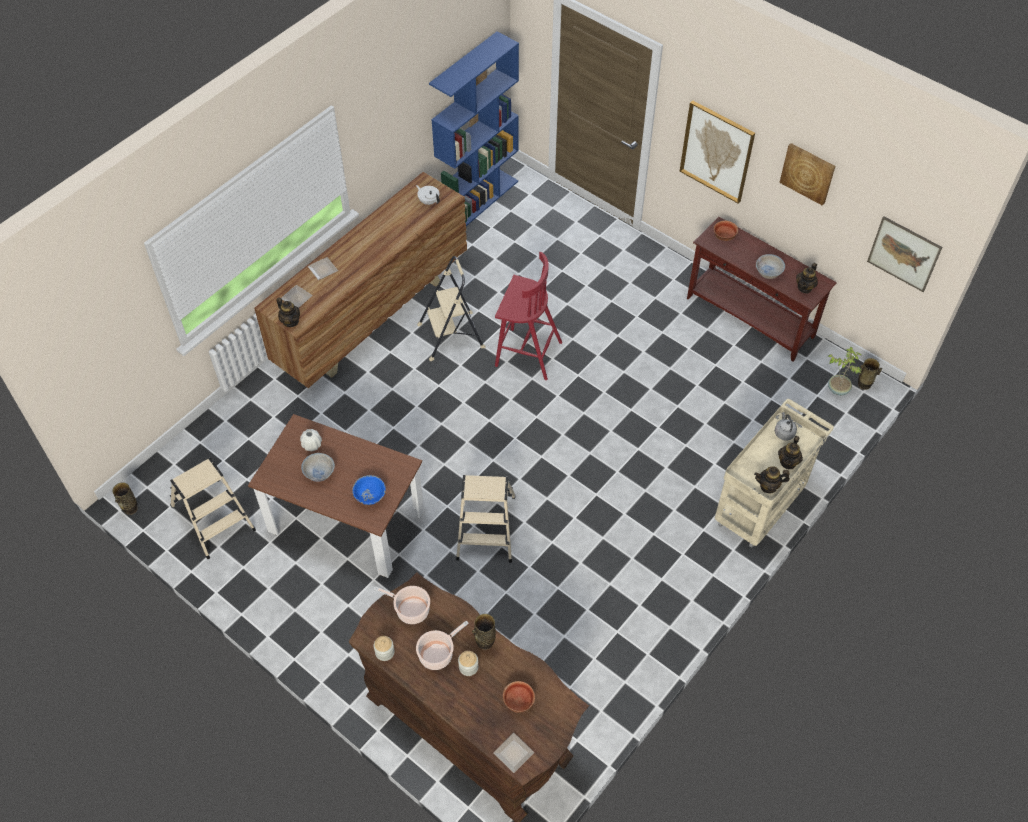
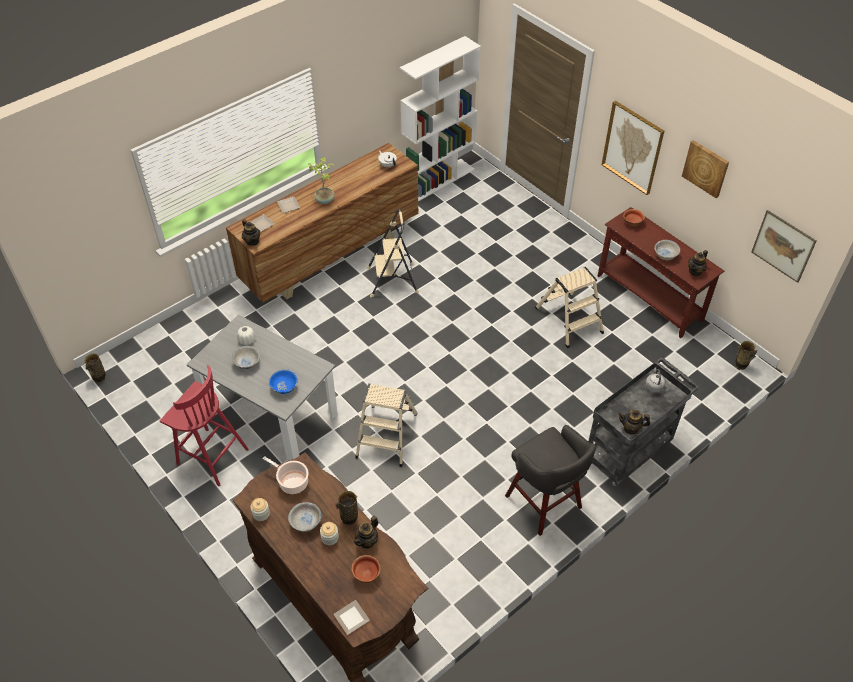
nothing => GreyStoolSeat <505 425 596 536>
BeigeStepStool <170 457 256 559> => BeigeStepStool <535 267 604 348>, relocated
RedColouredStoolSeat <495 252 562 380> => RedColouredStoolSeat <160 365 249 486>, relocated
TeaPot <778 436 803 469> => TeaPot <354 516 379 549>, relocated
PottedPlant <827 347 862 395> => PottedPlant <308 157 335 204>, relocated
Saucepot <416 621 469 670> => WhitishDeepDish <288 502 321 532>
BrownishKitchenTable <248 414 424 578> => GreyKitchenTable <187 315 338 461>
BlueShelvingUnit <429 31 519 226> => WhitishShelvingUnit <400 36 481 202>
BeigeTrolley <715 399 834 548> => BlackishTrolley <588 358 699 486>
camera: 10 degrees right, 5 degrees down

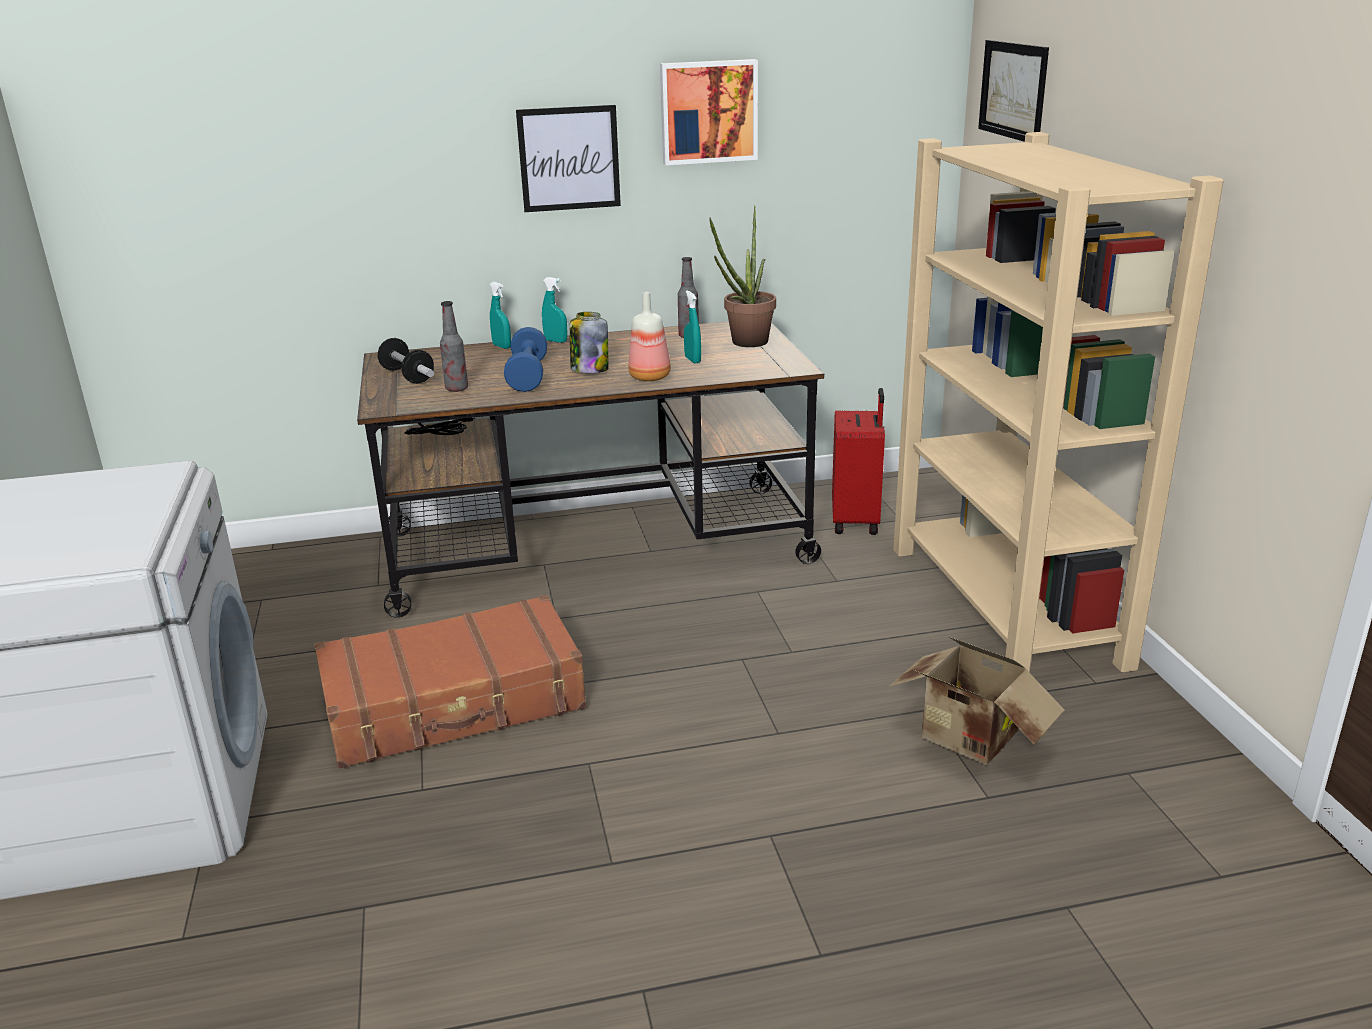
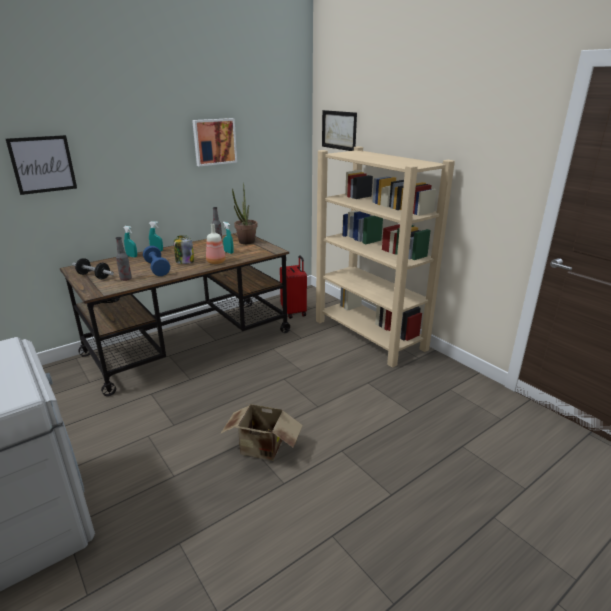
BrownishPieceOfLuggage <314 595 586 769> => nothing
WallArt <516 105 621 212> => WallArt <6 135 77 195>, relocated
PackingBox <889 636 1064 765> => PackingBox <220 403 303 461>, relocated
camera: 25 degrees left, 0 degrees up

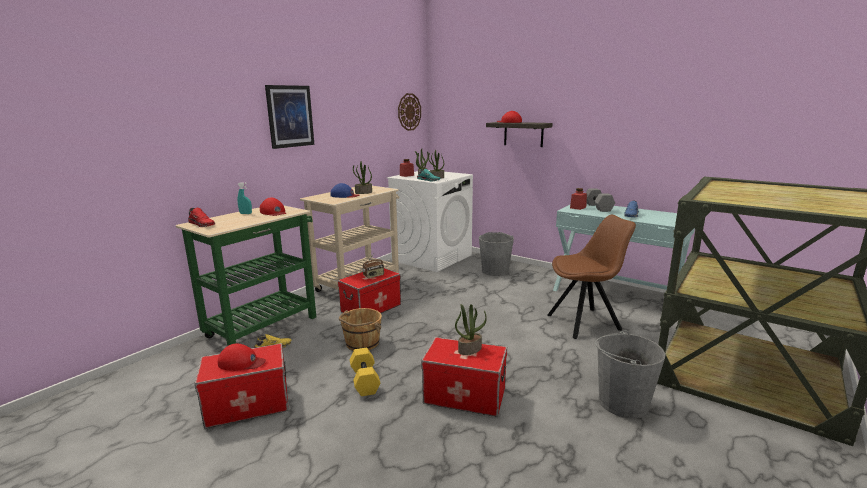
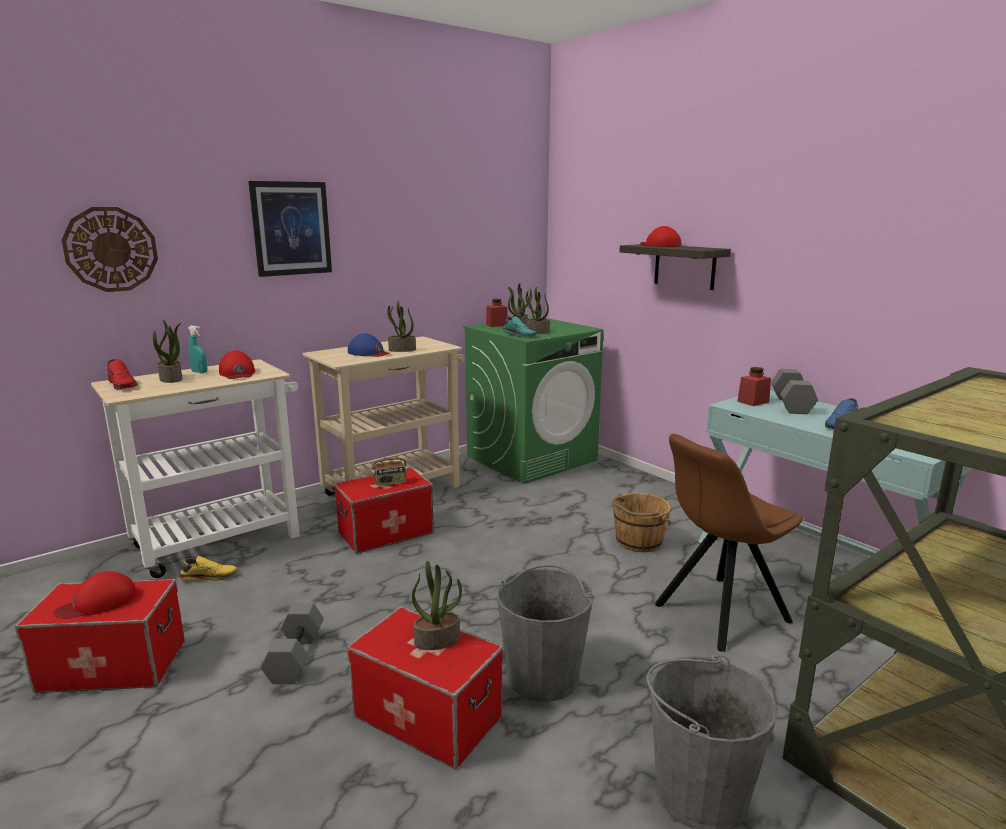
nothing => PottedPlant <153 320 183 383>
BrownishBucket <339 308 382 351> => BrownishBucket <612 493 671 552>, relocated
HangingClock <398 93 421 131> => HangingClock <61 207 158 292>, relocated
GreyBucket <479 232 514 276> => GreyBucket <497 565 594 702>, relocated
GreenishTrolley <176 205 316 346> => WhitishTrolley <91 359 300 578>
YellowHandWeight <350 348 380 396> => GreyHandWeight <261 603 324 684>
WhitishLaundryAppliance <387 170 473 272> => GreenishLaundryAppliance <463 317 604 484>
RedColouredBaseballCap <218 344 266 371> => RedColouredBaseballCap <53 571 137 619>, 120 degrees clockwise
BrownishChair <547 215 636 339> => BrownishChair <655 434 803 652>, 150 degrees clockwise
camera: 15 degrees right, 0 degrees up

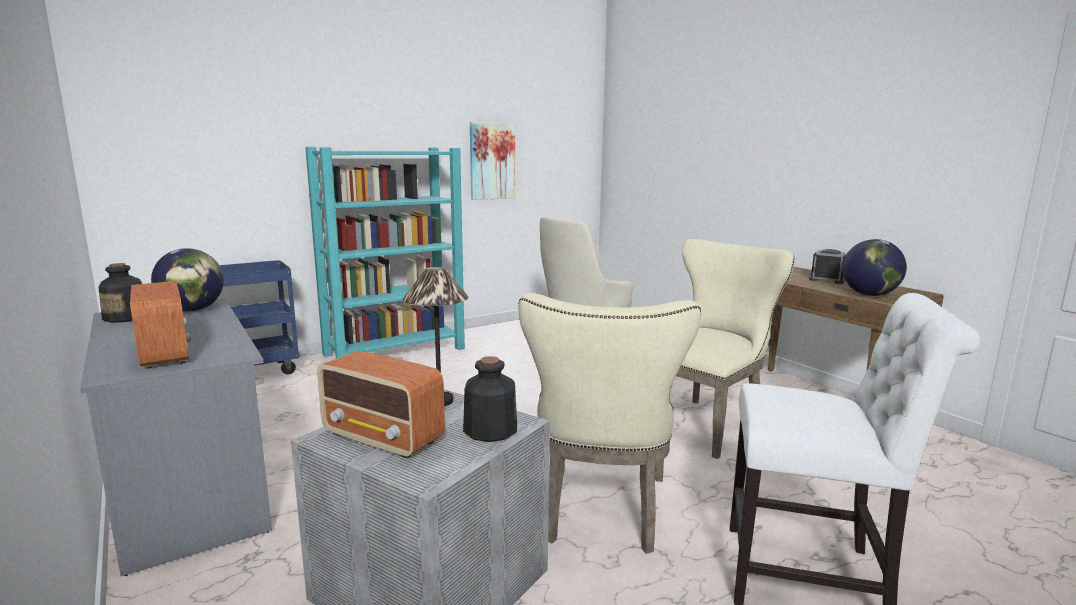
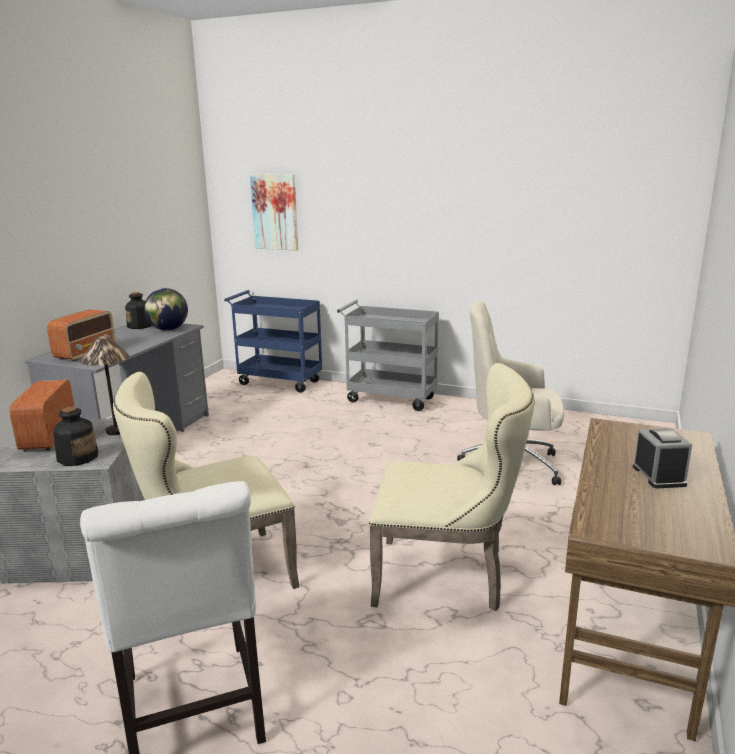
DeskGlobe <842 239 907 296> => nothing
WallArt <470 122 515 200> => WallArt <250 175 298 250>, relocated
BlueGreenShelvingUnit <305 147 465 359> => GreyTrolley <337 299 439 411>
camera: 55 degrees right, 5 degrees up

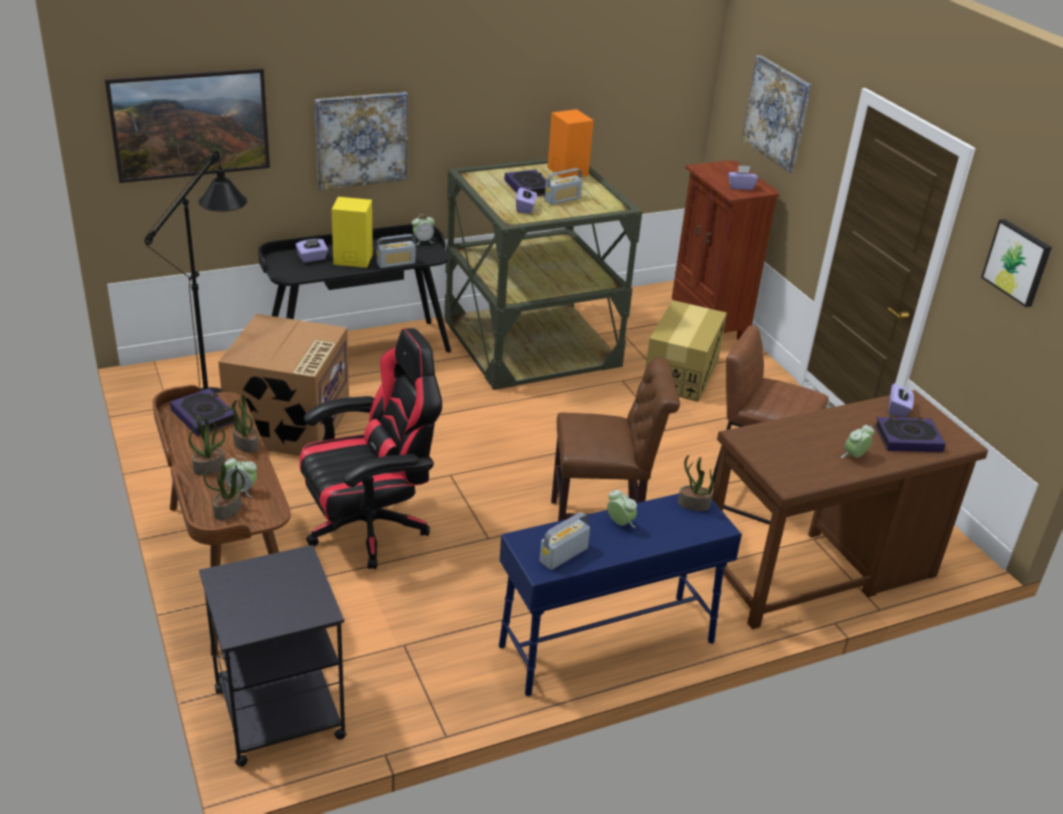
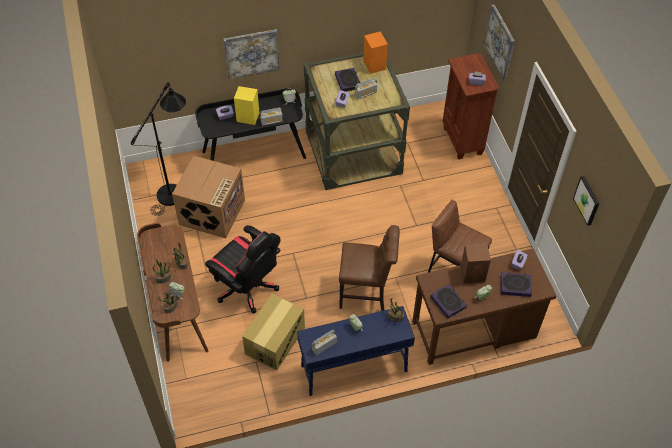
WallArt <105 68 270 183> => nothing
BlackishTrolley <199 545 347 767> => nothing
nothing => BrownishSpeaker <460 244 491 284>
Book <170 388 235 436> => Book <430 284 467 319>, relocated
PackingBox <645 300 727 402> => PackingBox <242 294 305 370>, relocated
BlackishOfficeChair <299 328 442 569> => BlackishOfficeChair <205 225 281 313>, 60 degrees clockwise
camera: 10 degrees right, 20 degrees up

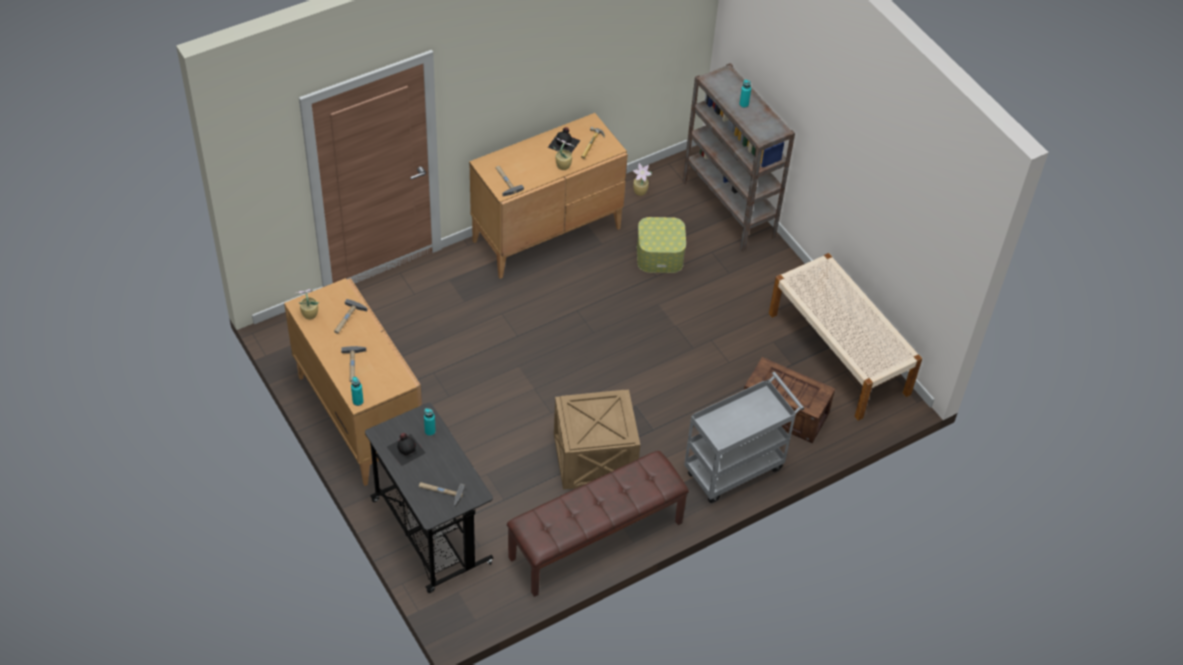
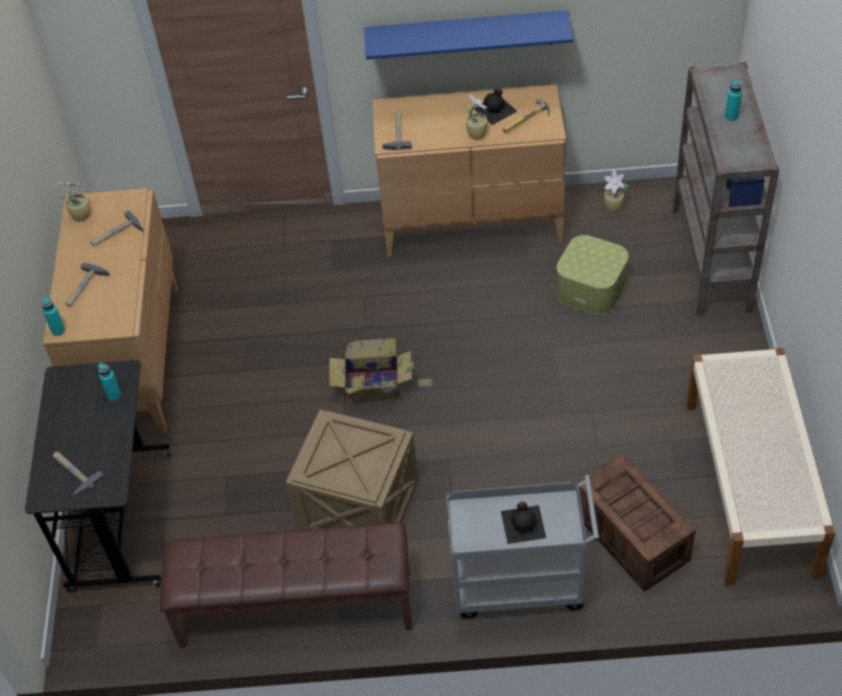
nothing => PackingBox <329 338 433 402>
nothing => BlueWallShelf <364 10 573 60>
BlackishDrinkBottle <387 433 426 466> => BlackishDrinkBottle <501 501 546 544>, relocated
camera: 35 degrees right, 0 degrees up

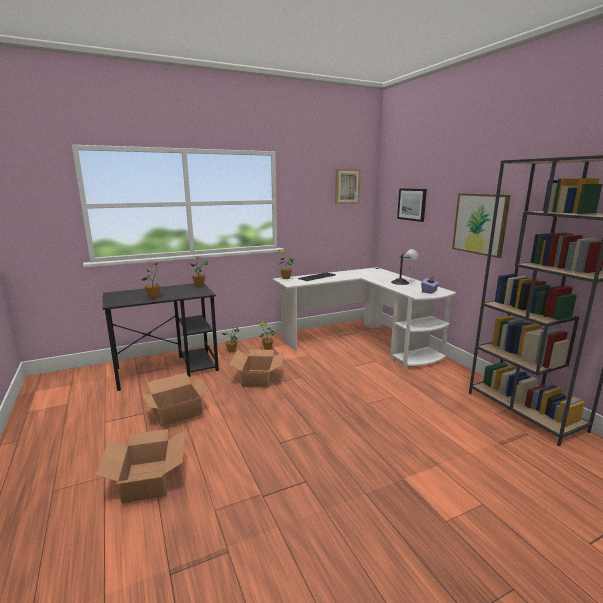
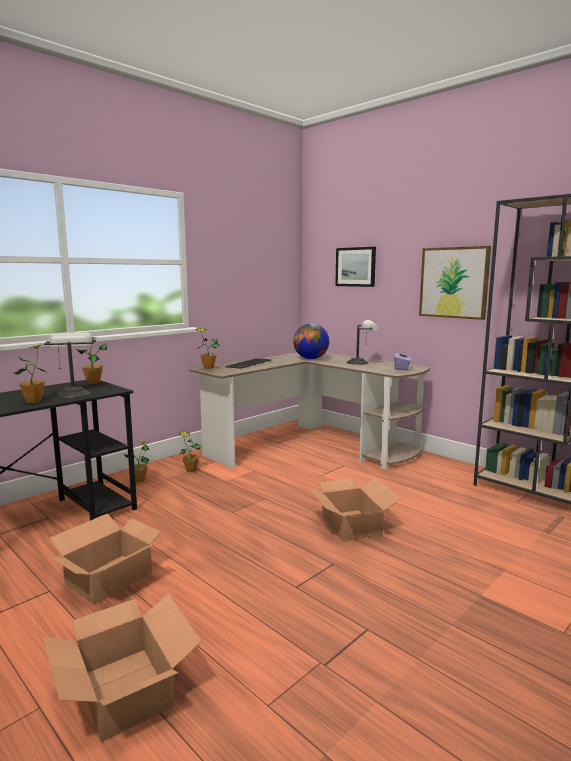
WallArt <335 169 361 204> => nothing
nothing => LampForATable <44 332 96 398>
nothing => DeskGlobe <293 323 329 359>
PackingBox <230 349 285 387> => PackingBox <307 478 401 542>, relocated
WhitishDeskUnit <273 267 456 369> => BrownishDeskUnit <189 352 430 469>
camera: 20 degrees left, 5 degrees down

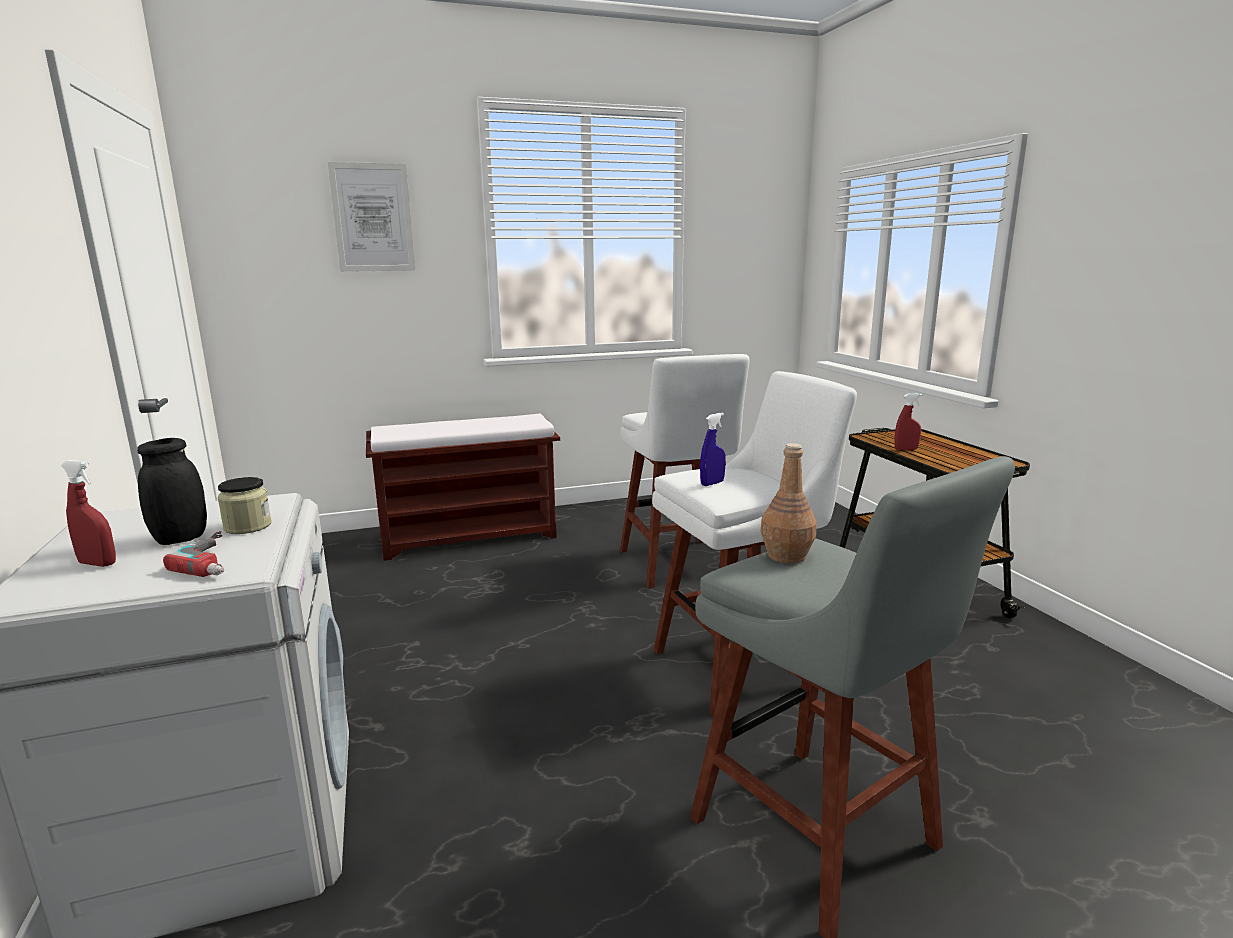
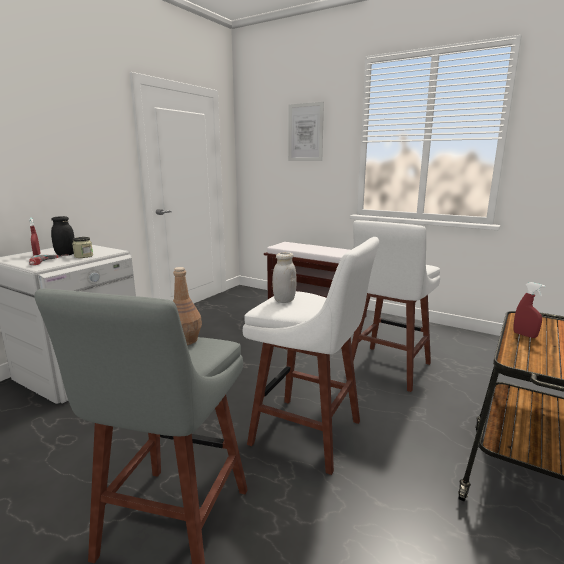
BlueSprayer <700 413 725 486> => WhitishStorageJar <272 252 297 303>
camera: 50 degrees right, 0 degrees up

